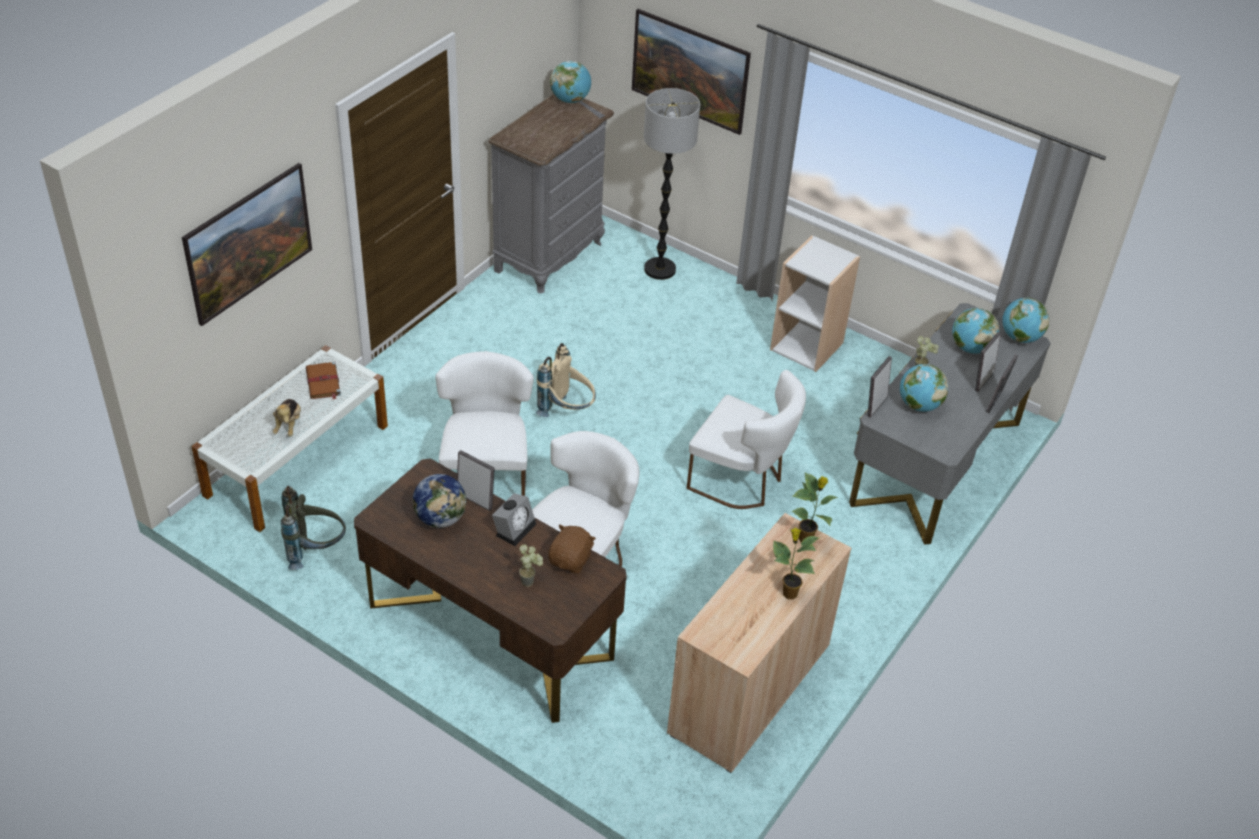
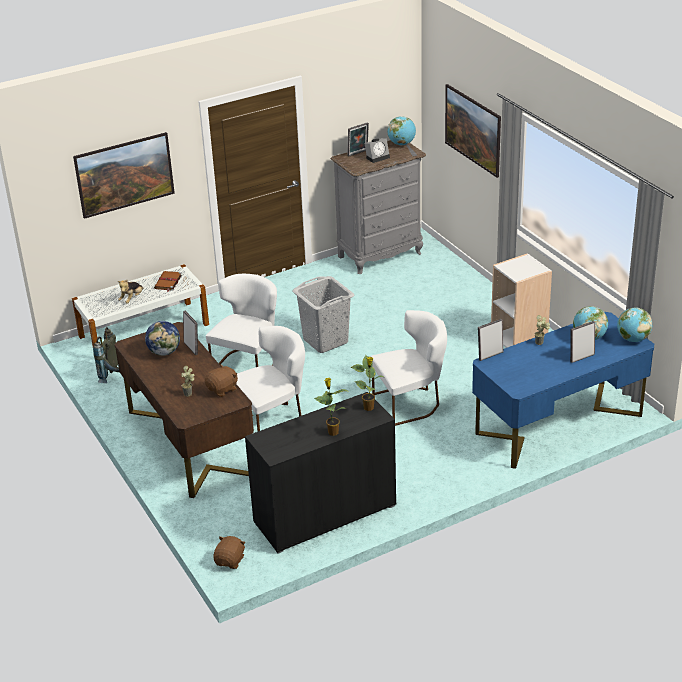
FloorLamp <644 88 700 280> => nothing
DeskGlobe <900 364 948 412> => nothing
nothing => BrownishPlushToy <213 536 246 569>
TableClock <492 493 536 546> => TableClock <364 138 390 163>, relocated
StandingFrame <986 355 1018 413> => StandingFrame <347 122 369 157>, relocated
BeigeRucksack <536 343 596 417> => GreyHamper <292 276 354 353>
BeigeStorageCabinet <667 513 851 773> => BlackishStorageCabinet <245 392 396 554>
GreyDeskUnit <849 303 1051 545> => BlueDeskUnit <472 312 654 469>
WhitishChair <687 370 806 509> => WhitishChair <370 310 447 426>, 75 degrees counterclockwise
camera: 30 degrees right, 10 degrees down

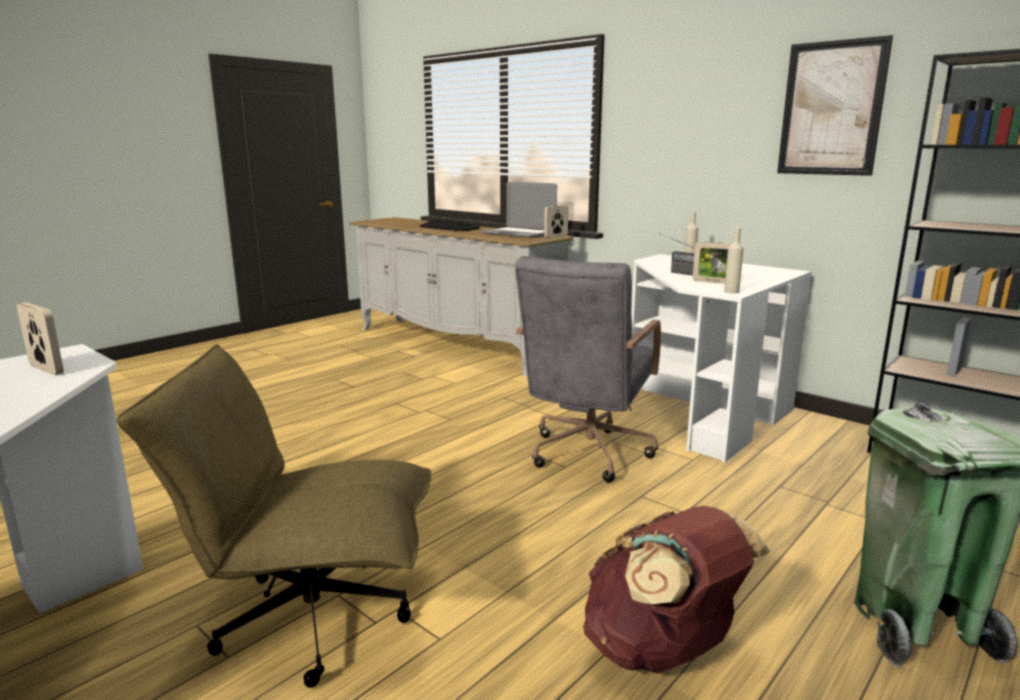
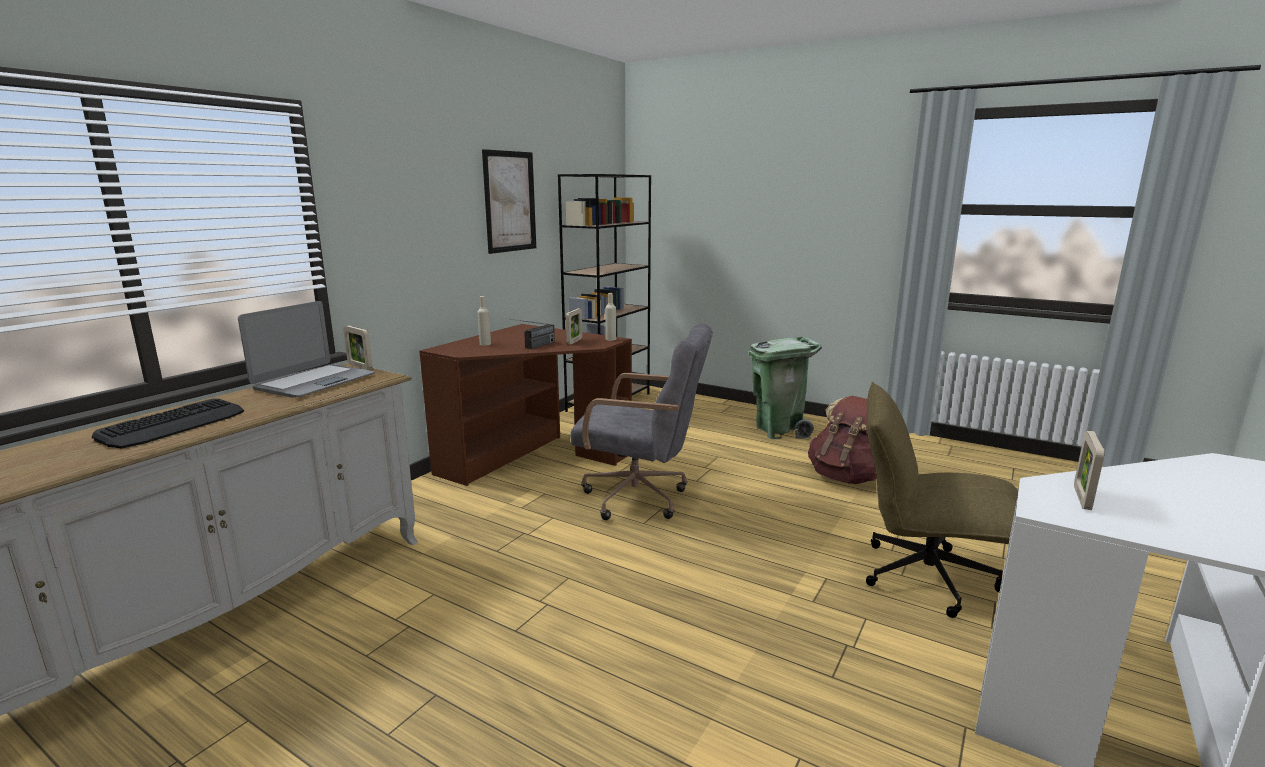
WhitishDeskUnit <632 254 812 463> => BrownishDeskUnit <419 324 632 486>
BeigeOfficeChair <116 345 432 688> => BeigeOfficeChair <866 382 1018 618>, 120 degrees clockwise
camera: 100 degrees left, 0 degrees up

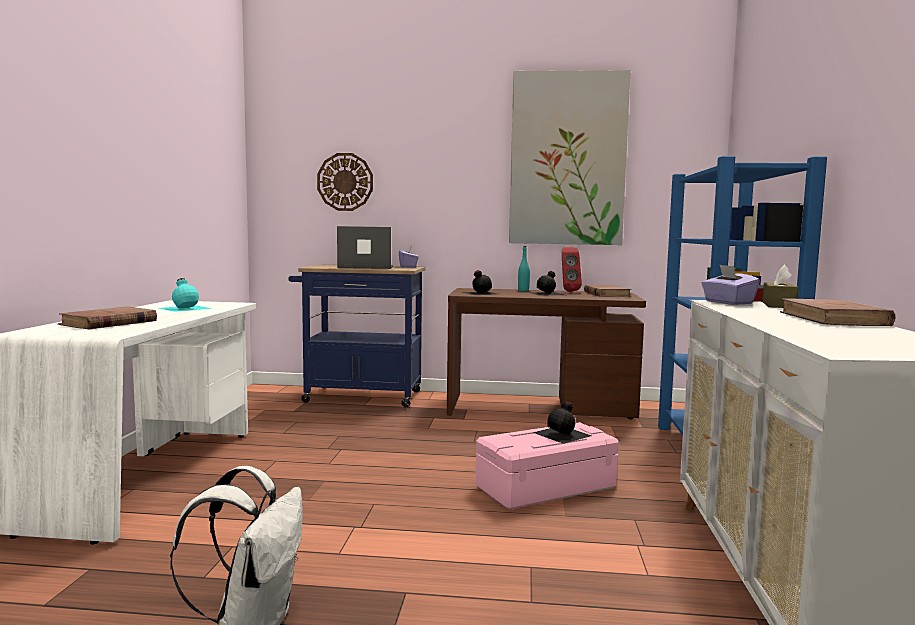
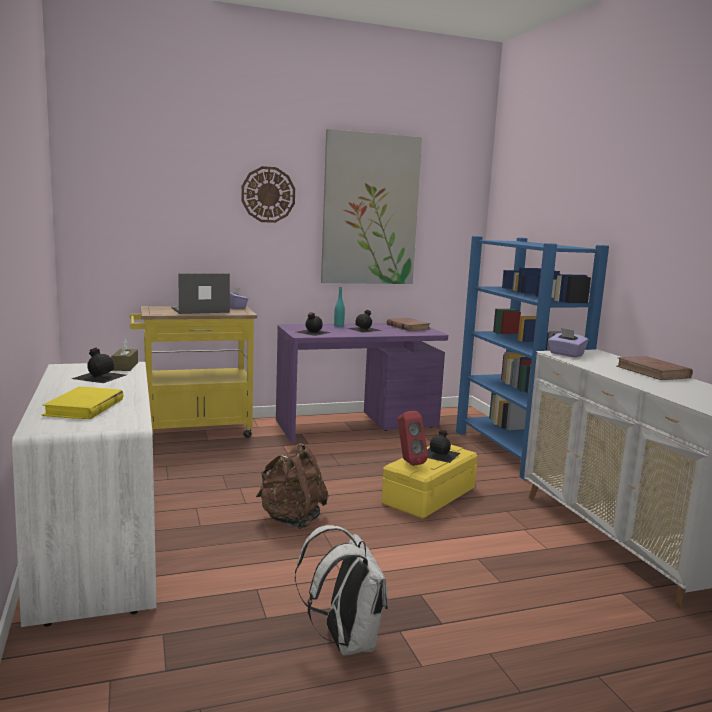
nothing => BrownishRucksack <256 443 329 529>
HangingClock <317 153 373 211> => HangingClock <241 166 295 223>, relocated
RedColouredSpeaker <562 247 582 292> => RedColouredSpeaker <398 411 428 466>, relocated
BrownishBoxOfTissues <762 265 798 308> => BrownishBoxOfTissues <111 339 138 371>, relocated
BrownishBook <58 307 157 329> => YellowBook <42 387 124 419>
BlueGreenDrinkBottle <159 278 212 312> => BlackishDrinkBottle <72 348 126 383>
BlueTrolley <288 265 425 407> => YellowTrolley <130 306 257 438>
BrownishDeskUnit <447 288 646 419> => PurpleColouredDeskUnit <276 323 448 442>
PinkColouredStorageContainer <475 422 619 510> => YellowStorageContainer <382 445 478 519>
camera: 25 degrees left, 5 degrees up

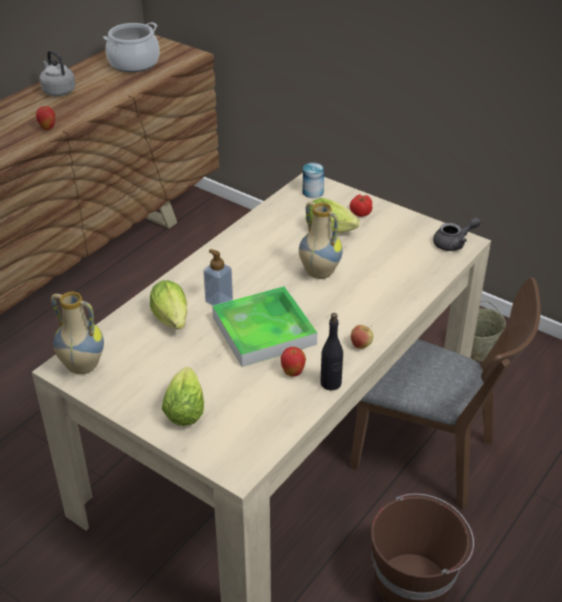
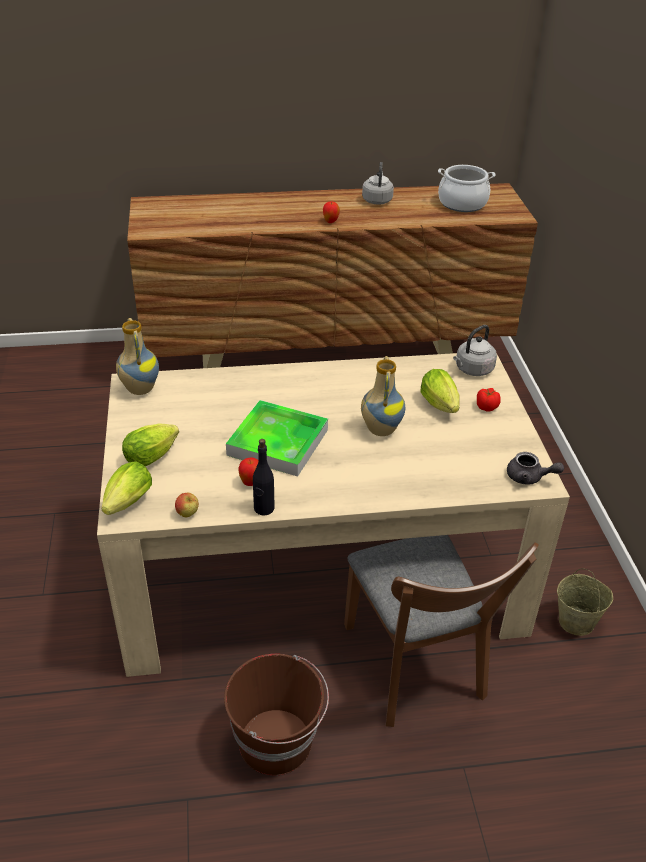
LiquidSoapBottle <203 249 233 306> => nothing
Lettuce <150 280 187 329> => Lettuce <101 461 152 515>, relocated
AppleFruit <351 325 373 349> => AppleFruit <175 493 199 518>, relocated
SealedCan <302 163 324 198> => GreyTeaKettle <453 325 497 376>
camera: 45 degrees right, 0 degrees up

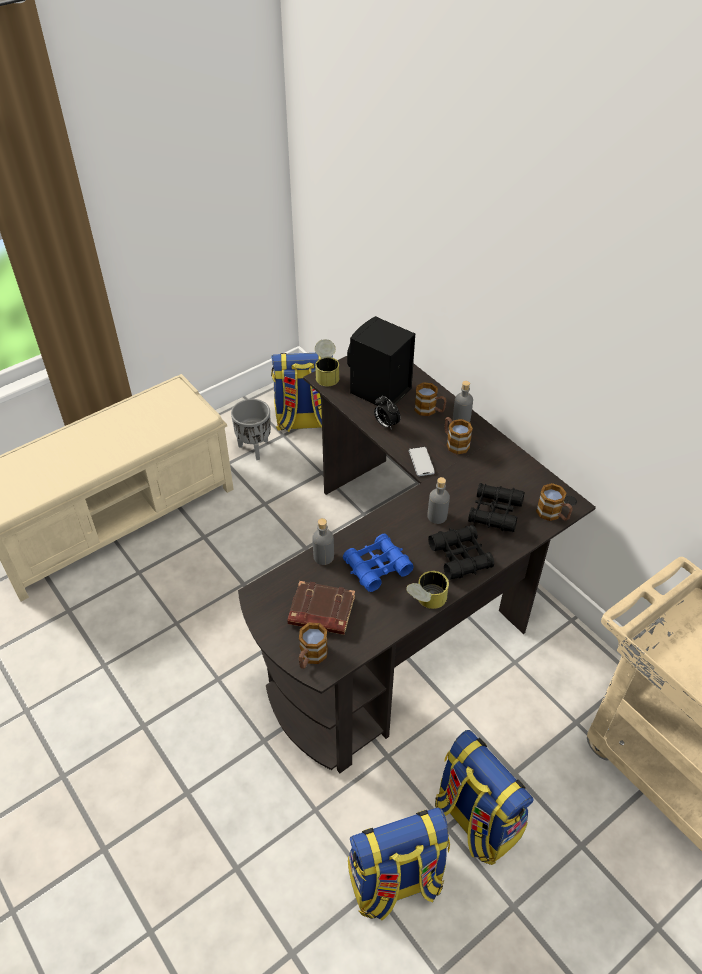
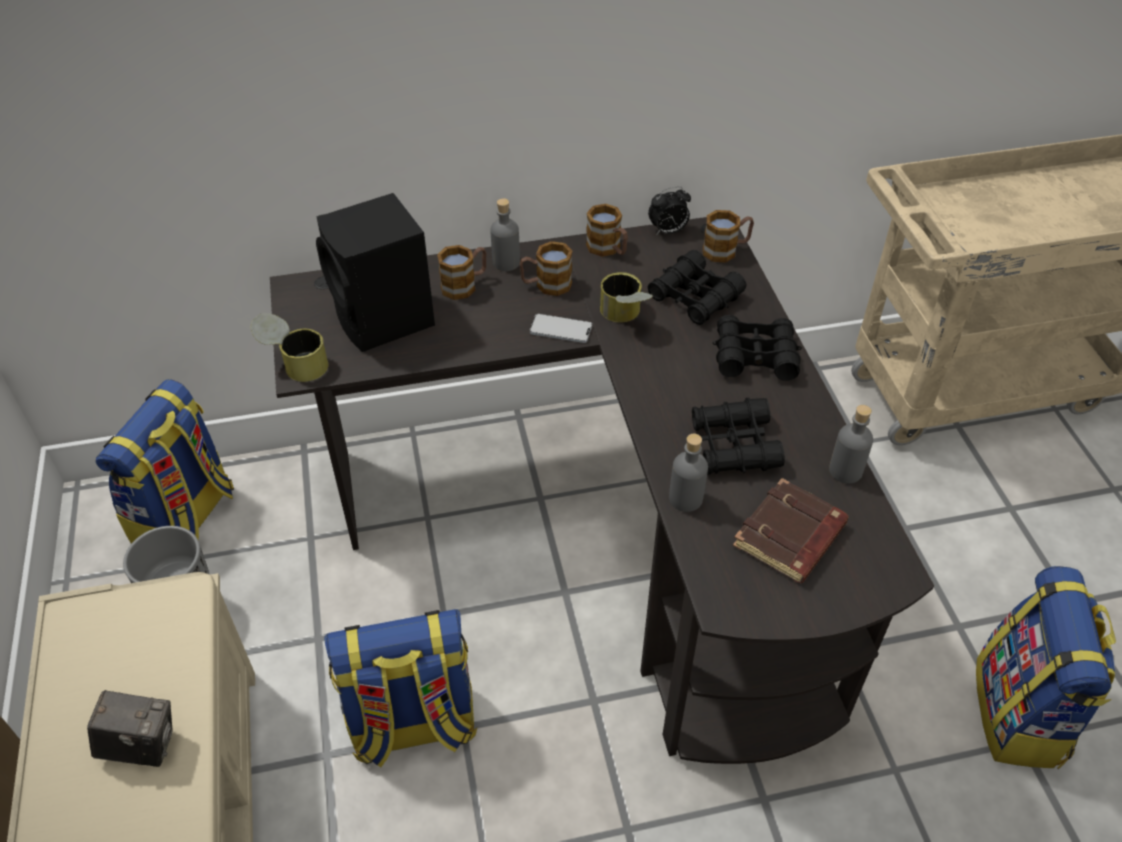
nothing => PhotoCamera <87 690 173 767>
TeaMug <299 623 328 669> => TeaMug <586 204 628 257>, relocated
TableClock <374 396 401 430> => TableClock <648 186 691 234>, relocated
SealedCan <406 571 449 609> => SealedCan <600 272 653 323>, relocated
GreyDrinkBottle <427 477 450 524> => GreyDrinkBottle <829 405 873 484>, relocated
Rucksack <435 730 534 865> => Rucksack <324 609 477 768>, relocated
BlueFieldGlasses <343 534 414 592> => BlackishFieldGlasses <692 397 785 475>
camera: 65 degrees left, 0 degrees up

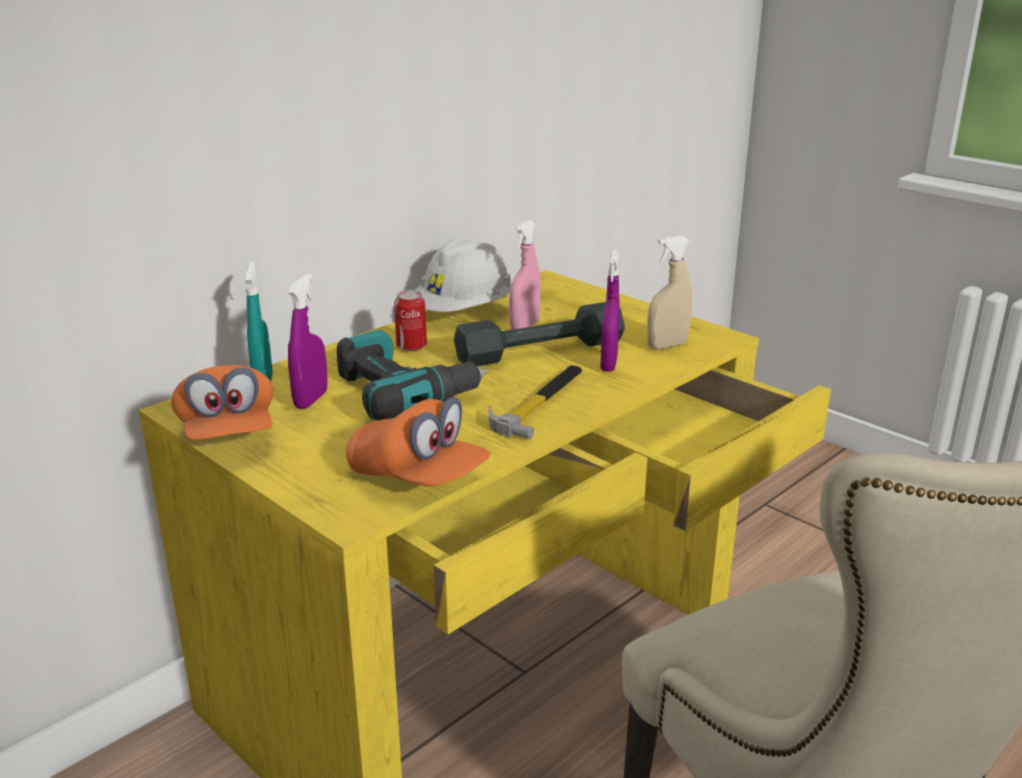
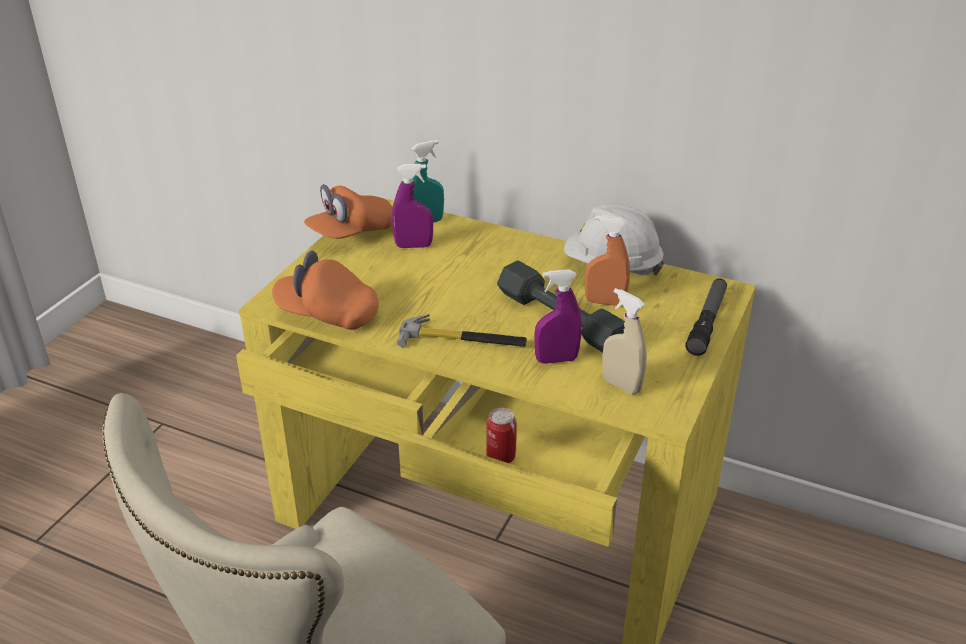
Drill <337 330 489 420> => nothing
nothing => Torch <685 279 727 356>
SealedCan <394 290 427 351> => SealedCan <486 408 517 463>, relocated
PinkColouredSprayer <509 220 541 330> => OrangeColouredSprayer <585 215 630 306>
OrangeColouredBaseballCap <346 397 491 486> => OrangeColouredBaseballCap <272 251 379 330>, 90 degrees clockwise
camera: 70 degrees right, 10 degrees up

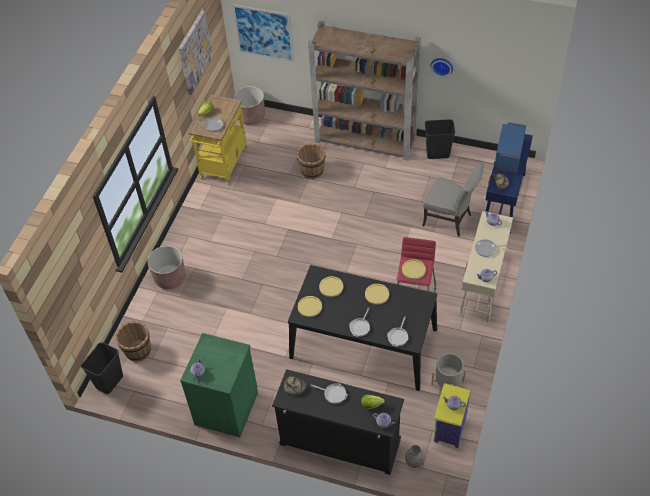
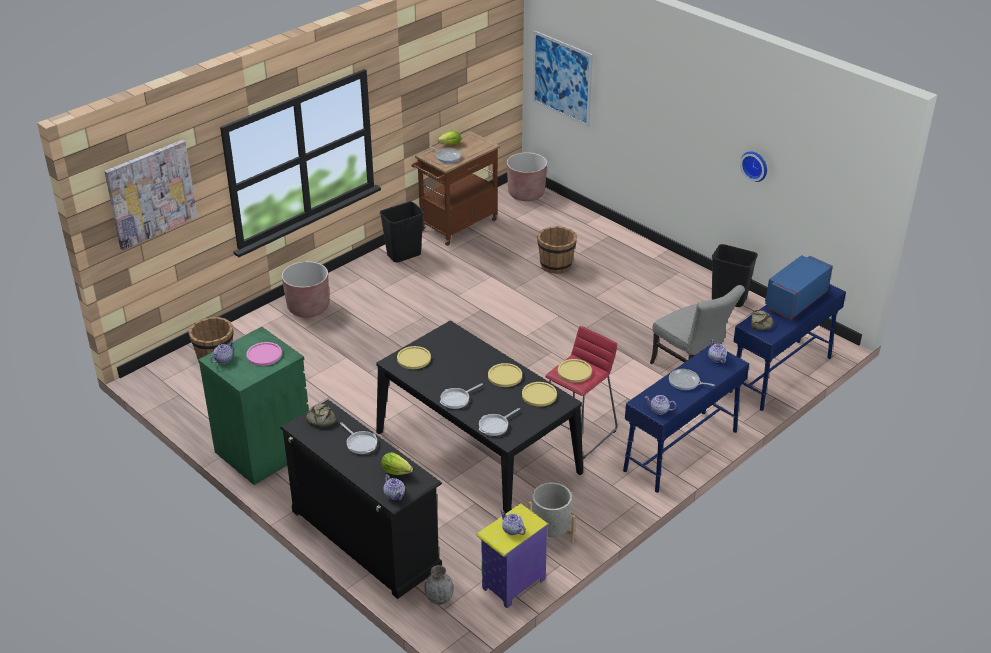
BrownishShelvingUnit <308 20 421 160> => nothing
nothing => PinkColouredPlate <246 342 282 366>
BlackishTrashCan <81 342 123 394> => BlackishTrashCan <380 201 424 263>, relocated
WallArt <179 11 213 95> => WallArt <104 140 198 250>, relocated
YellowPlate <319 276 343 297> => YellowPlate <522 382 557 407>, relocated
YellowTrolley <189 95 247 185> => BrownishTrolley <412 131 500 246>
BeigeNarrowTable <459 211 513 323> => BlueNarrowTable <623 345 749 493>
camera: 25 degrees right, 15 degrees down

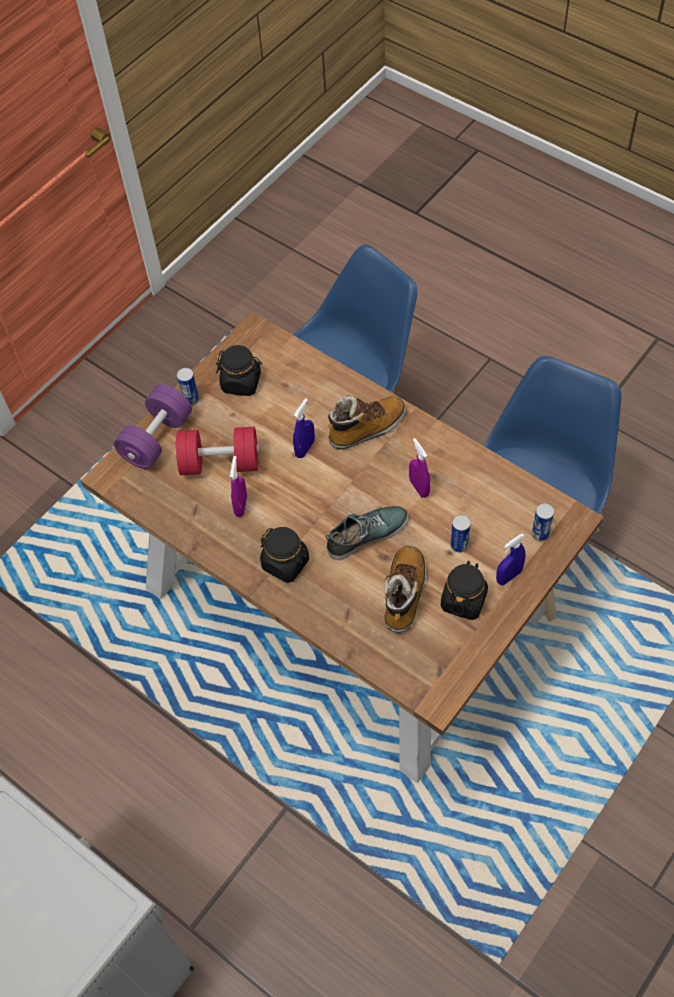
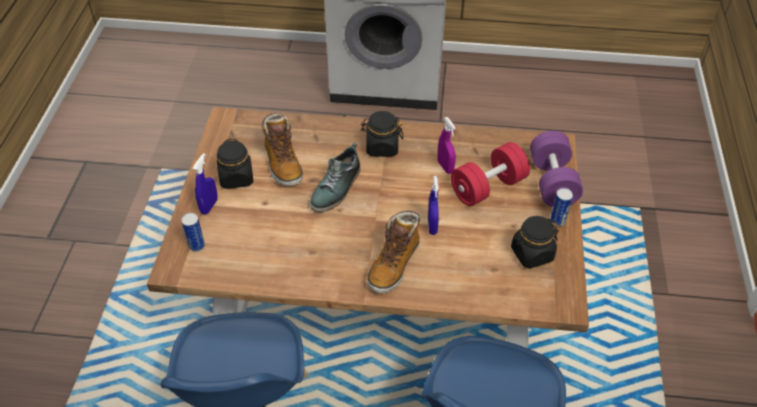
PurpleColouredSprayer <409 438 430 498> => nothing
SealedCan <451 515 471 553> => nothing
camera: 145 degrees right, 10 degrees down

